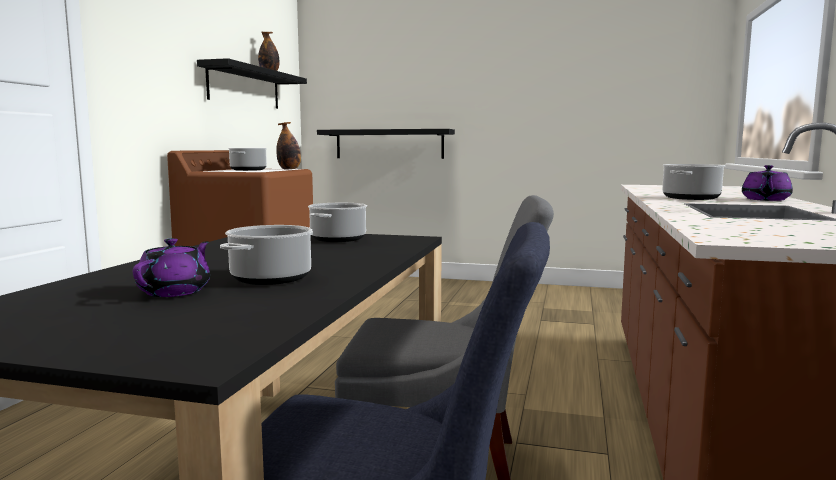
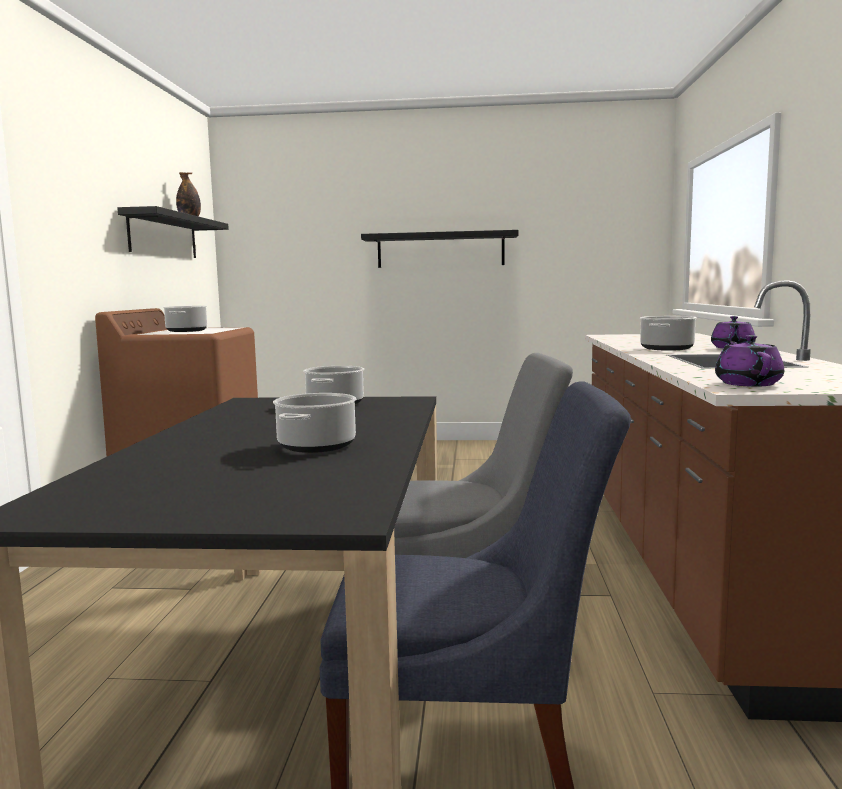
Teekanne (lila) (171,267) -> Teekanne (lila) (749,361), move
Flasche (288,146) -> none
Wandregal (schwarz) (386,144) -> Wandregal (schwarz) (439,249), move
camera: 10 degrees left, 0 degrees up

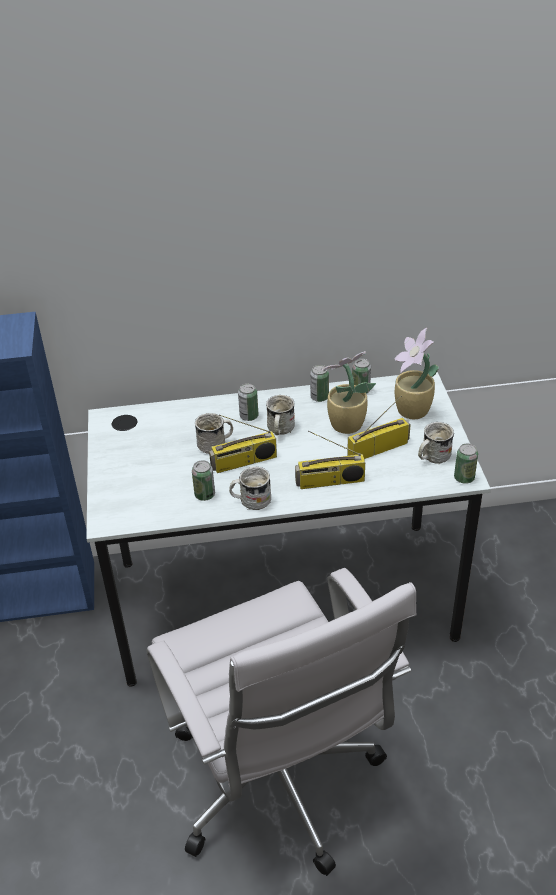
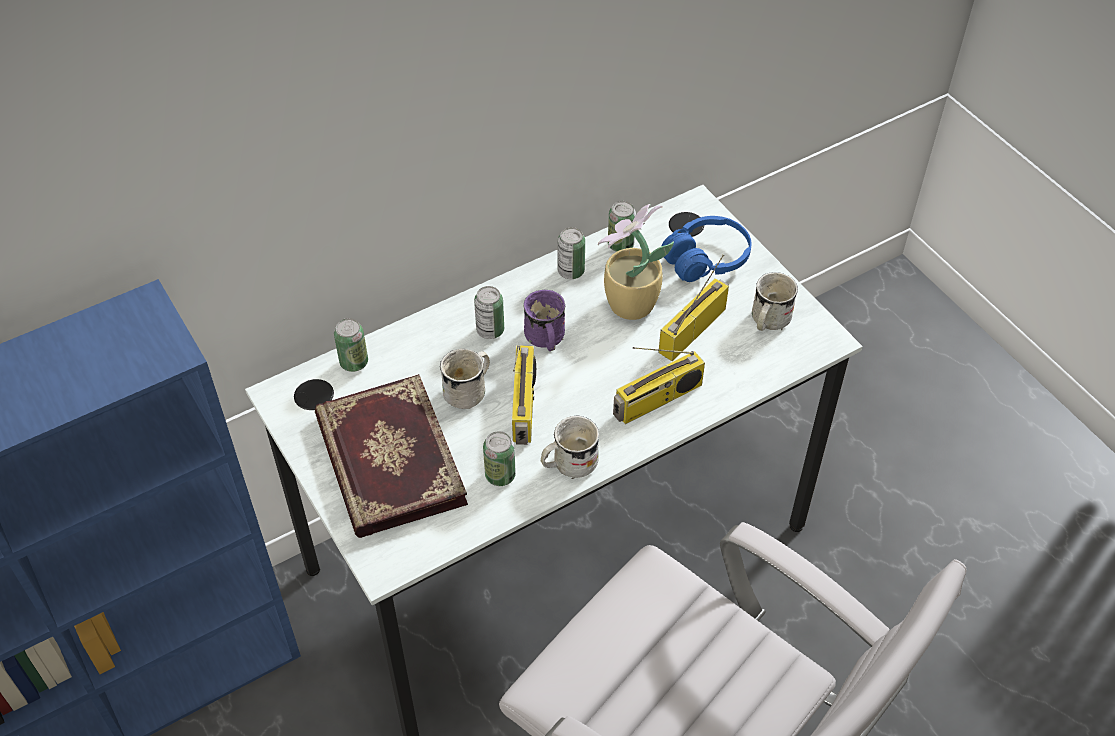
Radio (243,444) -> Radio (524,395), 45 degrees counterclockwise
Henkelbecher (weiß) (280,415) -> Henkelbecher (lila) (545,320)
Topfpflanze (416,373) -> Kopfhörer (blau) (707,249)
Dose (466,463) -> Dose (351,345), move
none -> Buch (391,456)
camera: 25 degrees left, 10 degrees up

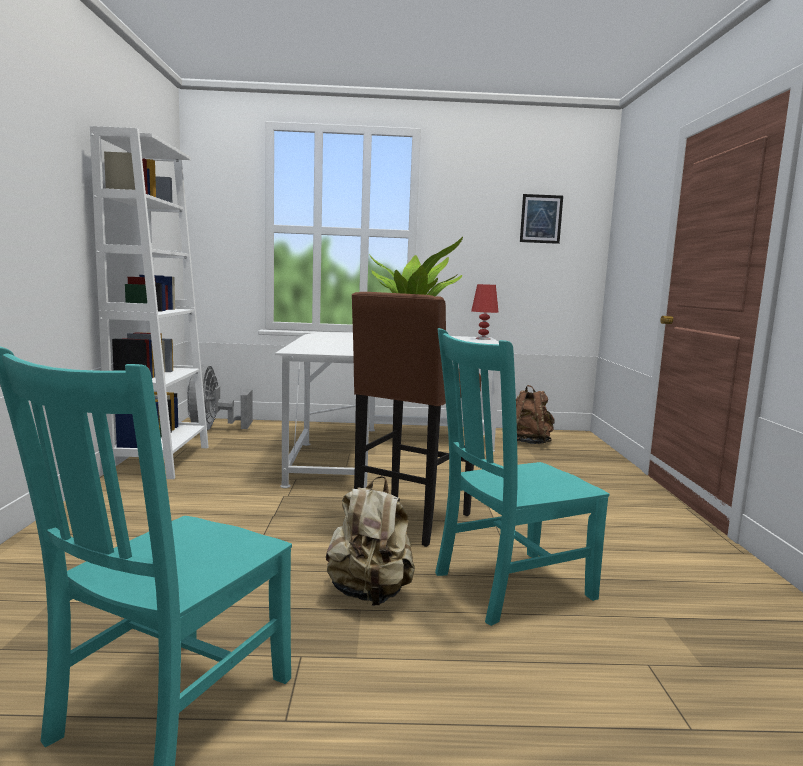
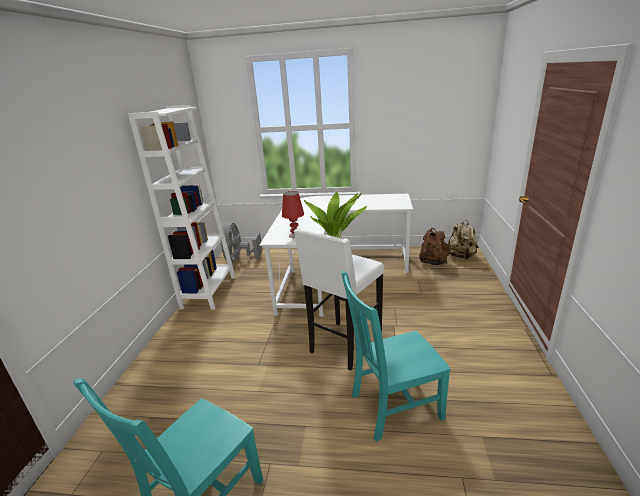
Rucksack (beige) (370,541) -> Rucksack (beige) (463,239), move
Hocker (braun) (416,419) -> Hocker (weiß) (339,299)
Tischlampe (rot) (485,312) -> Tischlampe (rot) (293,214), move
Bild (541,219) -> none
camera: 10 degrees right, 15 degrees up

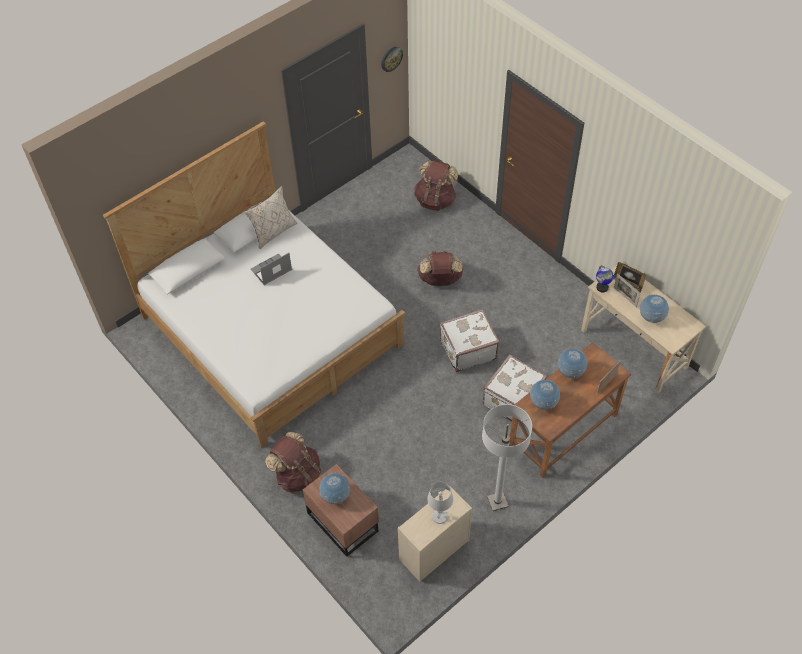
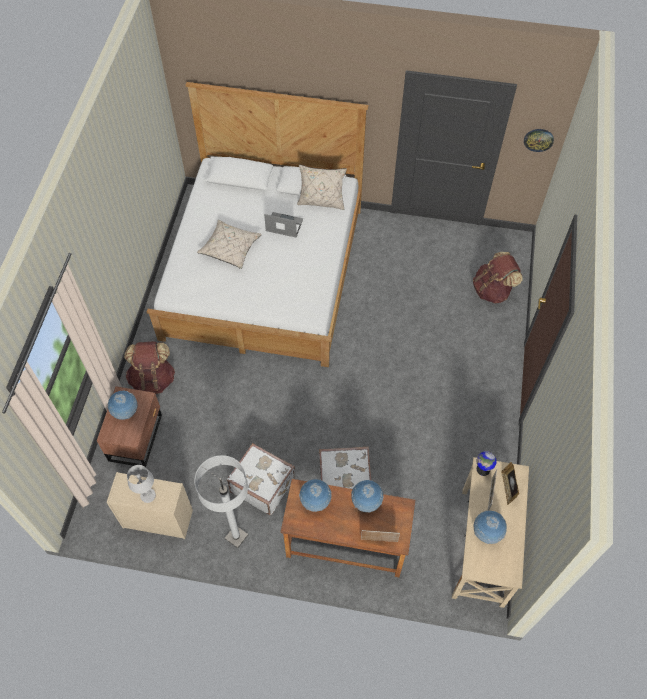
Rucksack (braun) (440,268) -> none
Koffer (weiß) (469,340) -> Koffer (weiß) (261,479), move
none -> Kissen (beige) (229,244)
camera: 50 degrees right, 5 degrees up

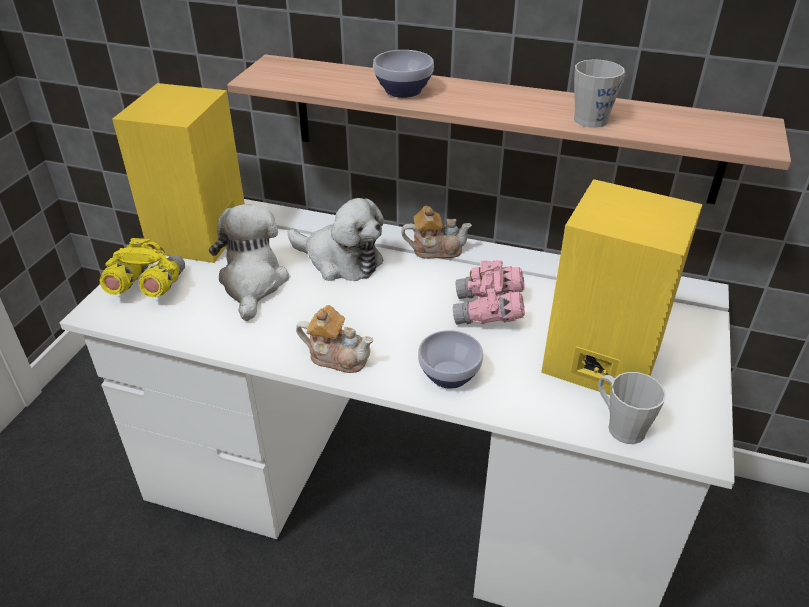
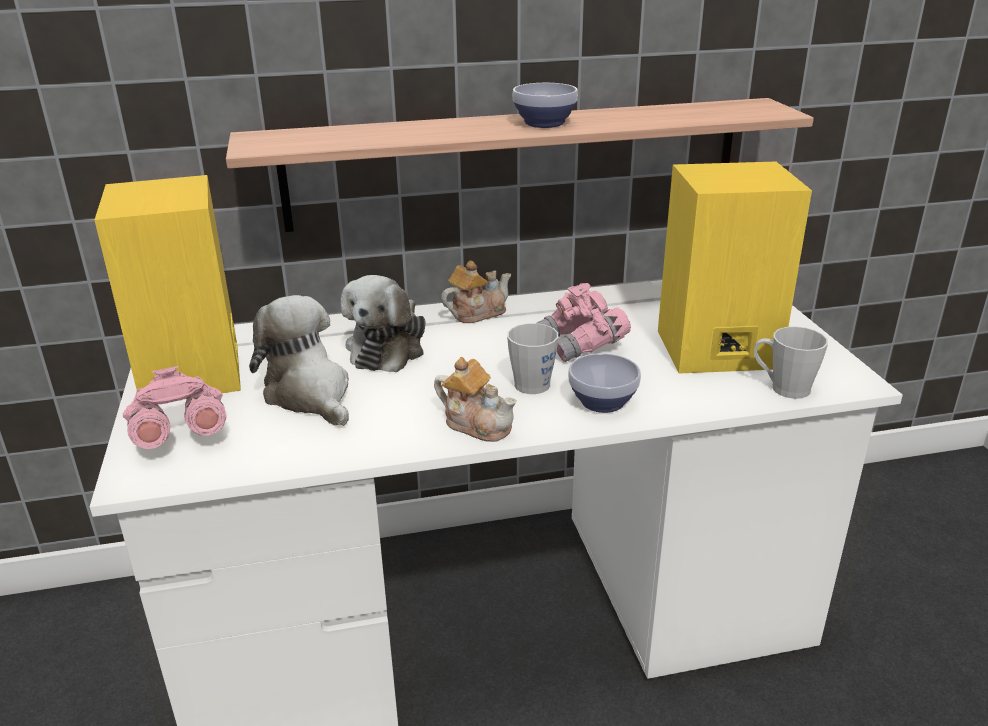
Fernglas (gelb) (142,267) -> Fernglas (rosa) (175,407)
Plüschtier (336,239) -> Plüschtier (383,323), 105 degrees clockwise
Teekanne (334,339) -> Teekanne (475,399), 45 degrees clockwise
Schüssel (403,74) -> Schüssel (545,105), move
Henkelbecher (grau) (600,93) -> Henkelbecher (grau) (532,358), move
camera: 30 degrees left, 10 degrees down

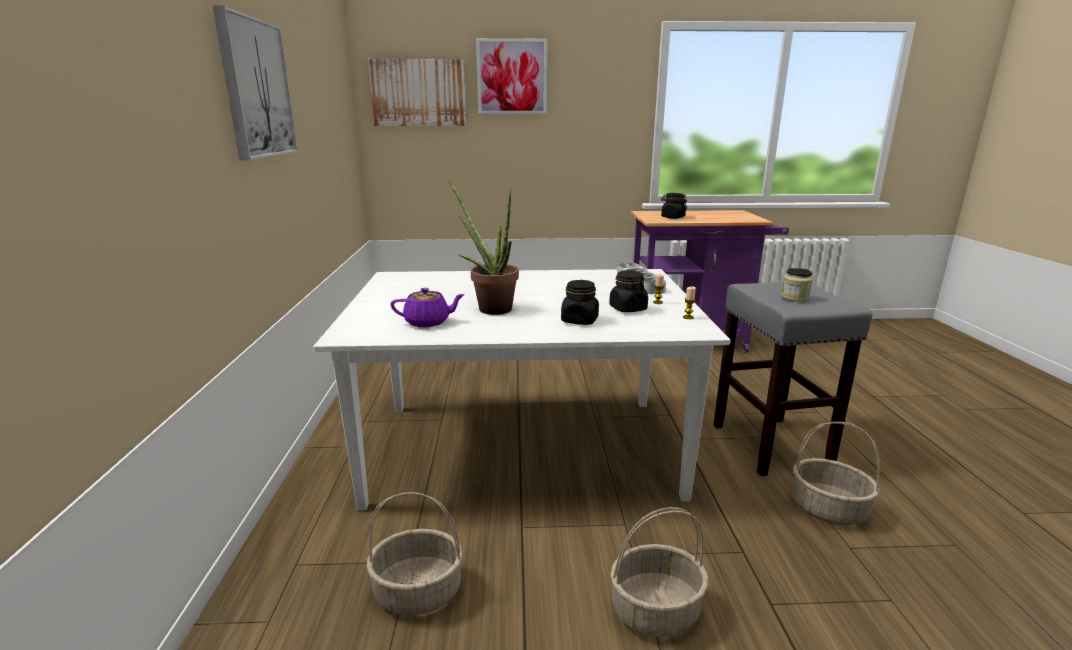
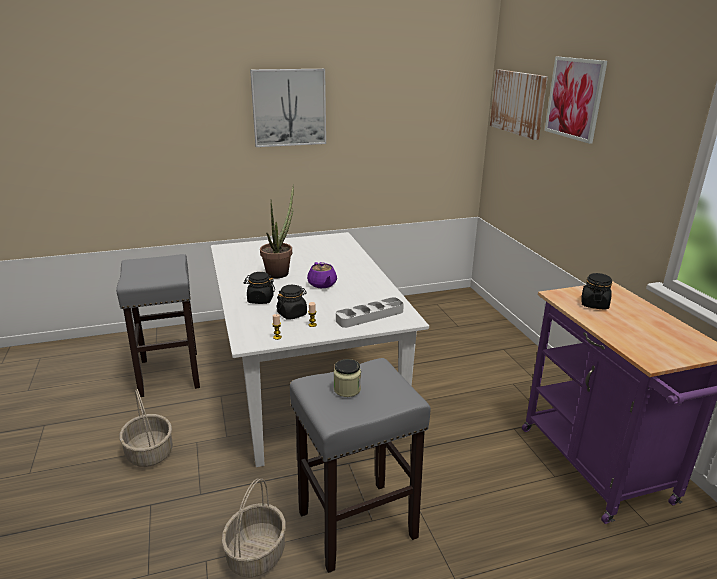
Korb (414,553) -> Hocker (grau) (158,325)
Teekanne (lila) (427,307) -> Teekanne (lila) (322,275), move
camera: 75 degrees right, 5 degrees up

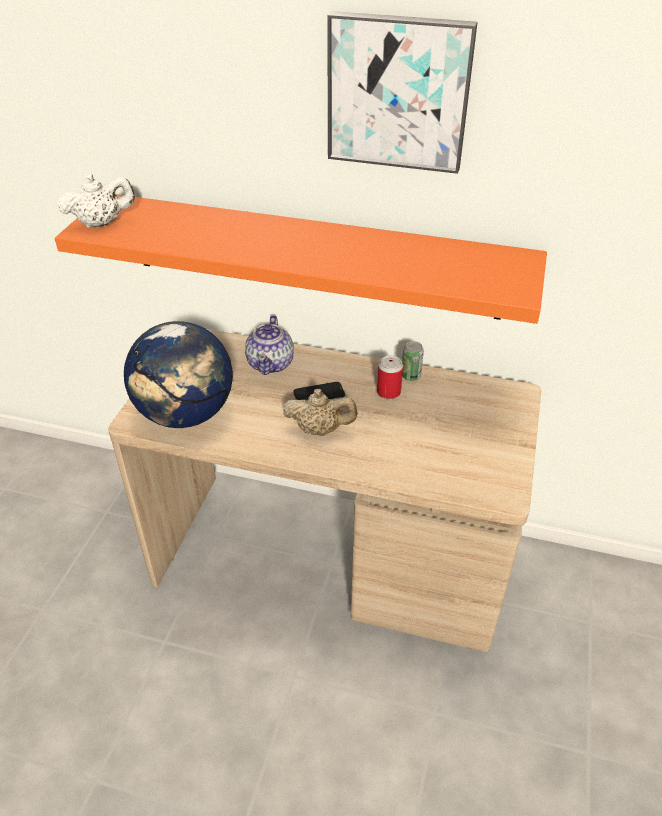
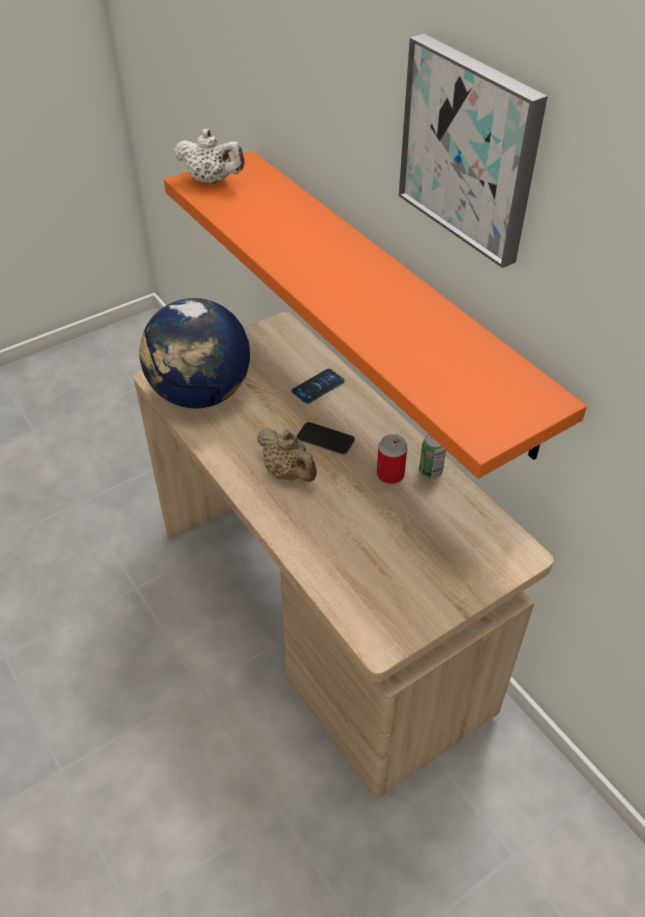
Teekanne (269,345) -> Handy (318,386)
camera: 40 degrees right, 5 degrees up

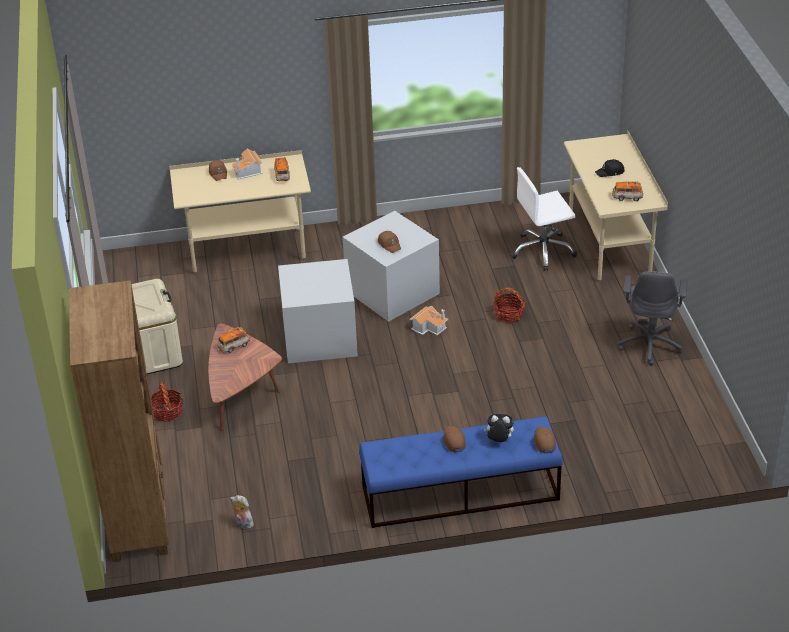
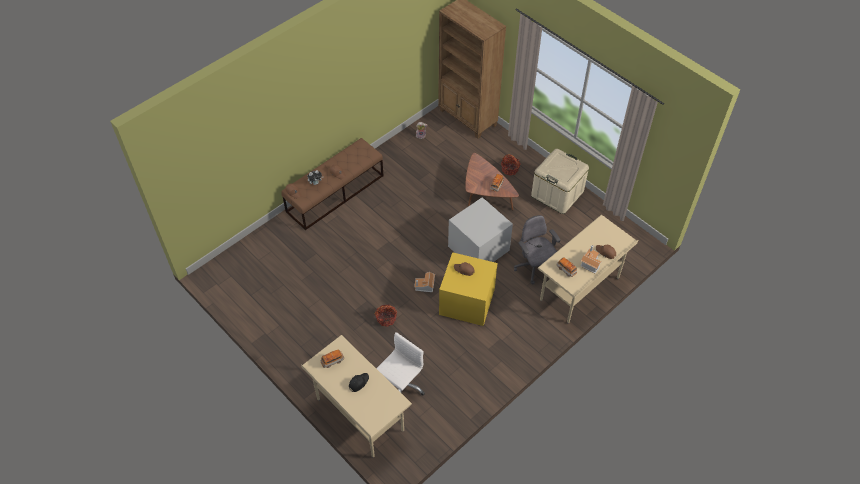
Aufbewahrungsbox (grau) (391,266) -> Aufbewahrungsbox (gelb) (468,289)
Bank (blau) (461,472) -> Bank (braun) (332,184)
Bürostuhl (grau) (652,318) -> Bürostuhl (grau) (537,249), move
camera: 145 degrees right, 15 degrees up

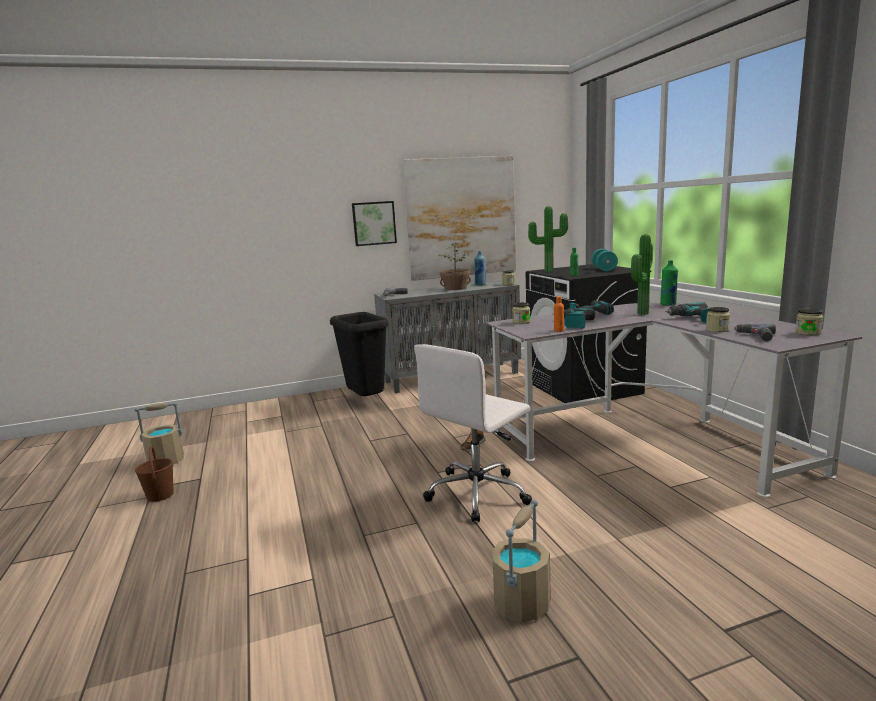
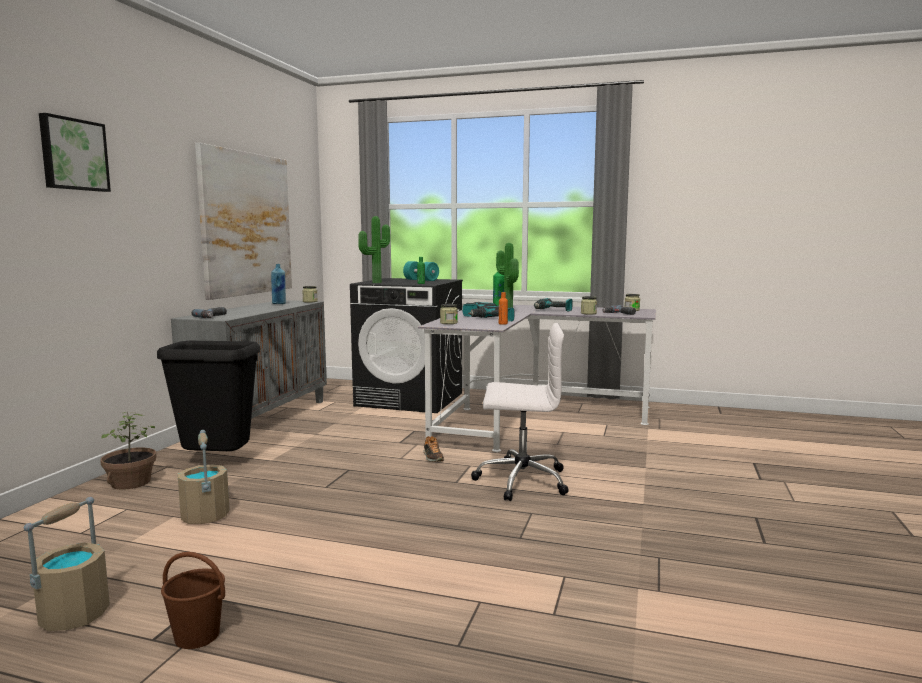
Bild (374,223) -> Bild (75,152), move
Bürostuhl (weiß) (473,433) -> Bürostuhl (weiß) (520,412), 75 degrees counterclockwise
Topfpflanze (454,266) -> Topfpflanze (128,451), move
Eimer (beige) (521,561) -> Eimer (beige) (203,477), move
camera: 55 degrees left, 5 degrees down

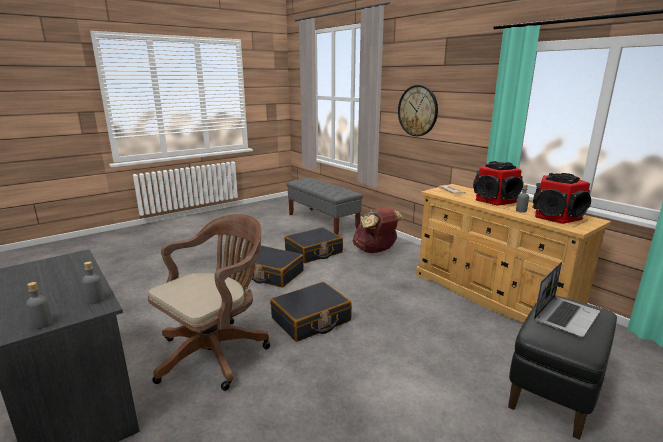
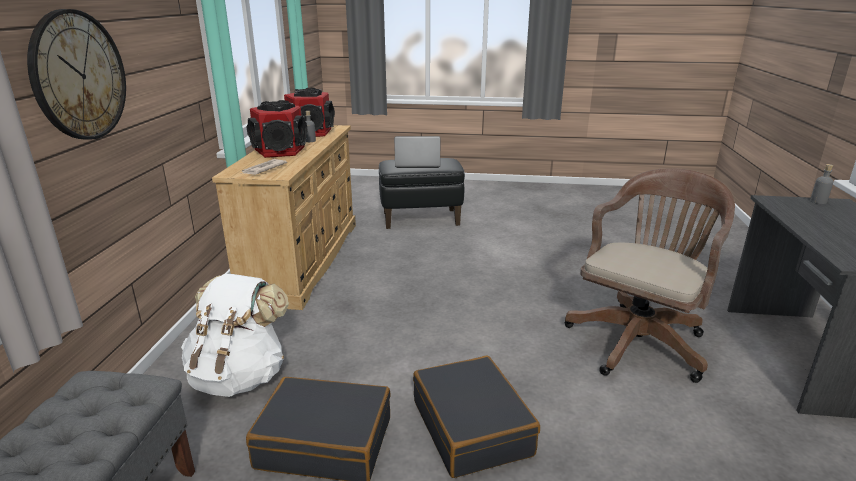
Flasche (grau) (93,282) -> none
Bürostuhl (braun) (209,302) -> Bürostuhl (braun) (650,275), 135 degrees clockwise
Koffer (schwarz) (311,312) -> none
Rucksack (braun) (378,230) -> Rucksack (weiß) (235,335)
camera: 135 degrees left, 5 degrees up

